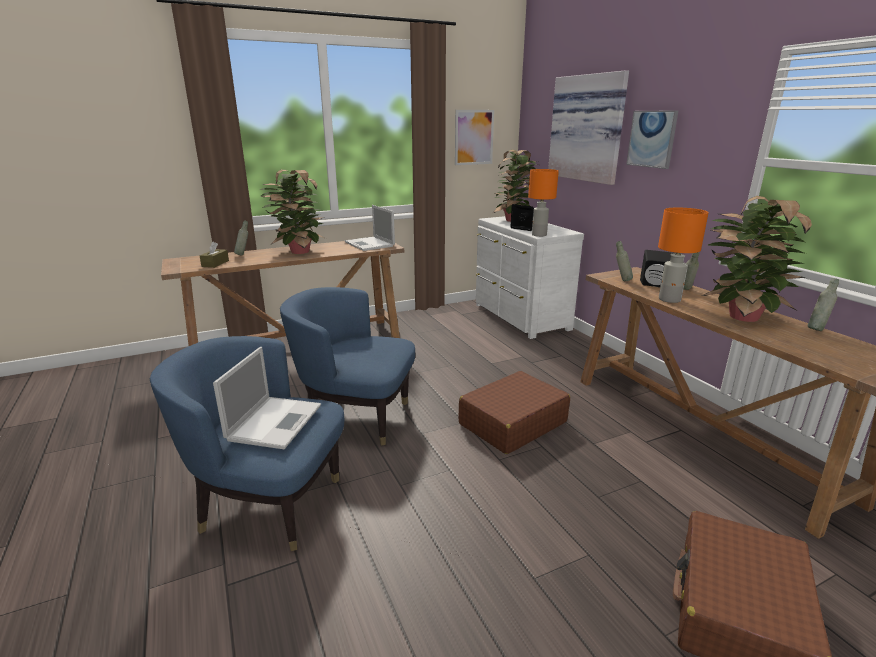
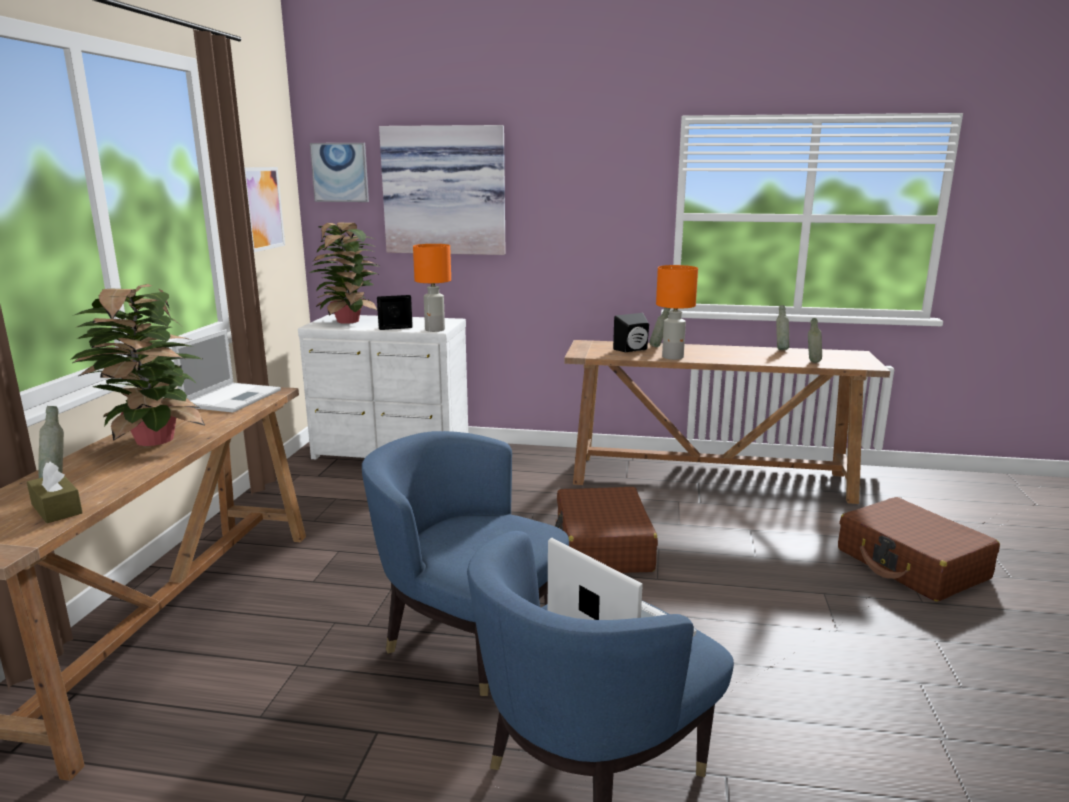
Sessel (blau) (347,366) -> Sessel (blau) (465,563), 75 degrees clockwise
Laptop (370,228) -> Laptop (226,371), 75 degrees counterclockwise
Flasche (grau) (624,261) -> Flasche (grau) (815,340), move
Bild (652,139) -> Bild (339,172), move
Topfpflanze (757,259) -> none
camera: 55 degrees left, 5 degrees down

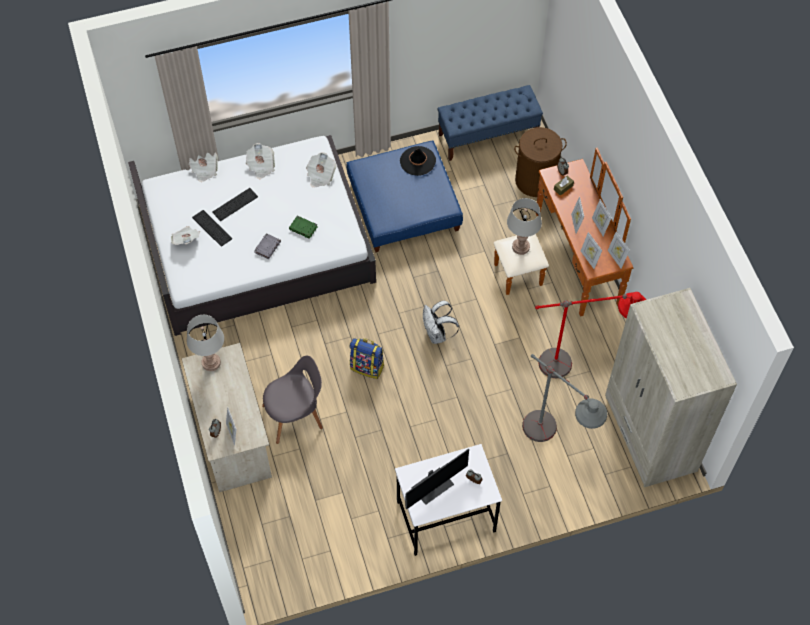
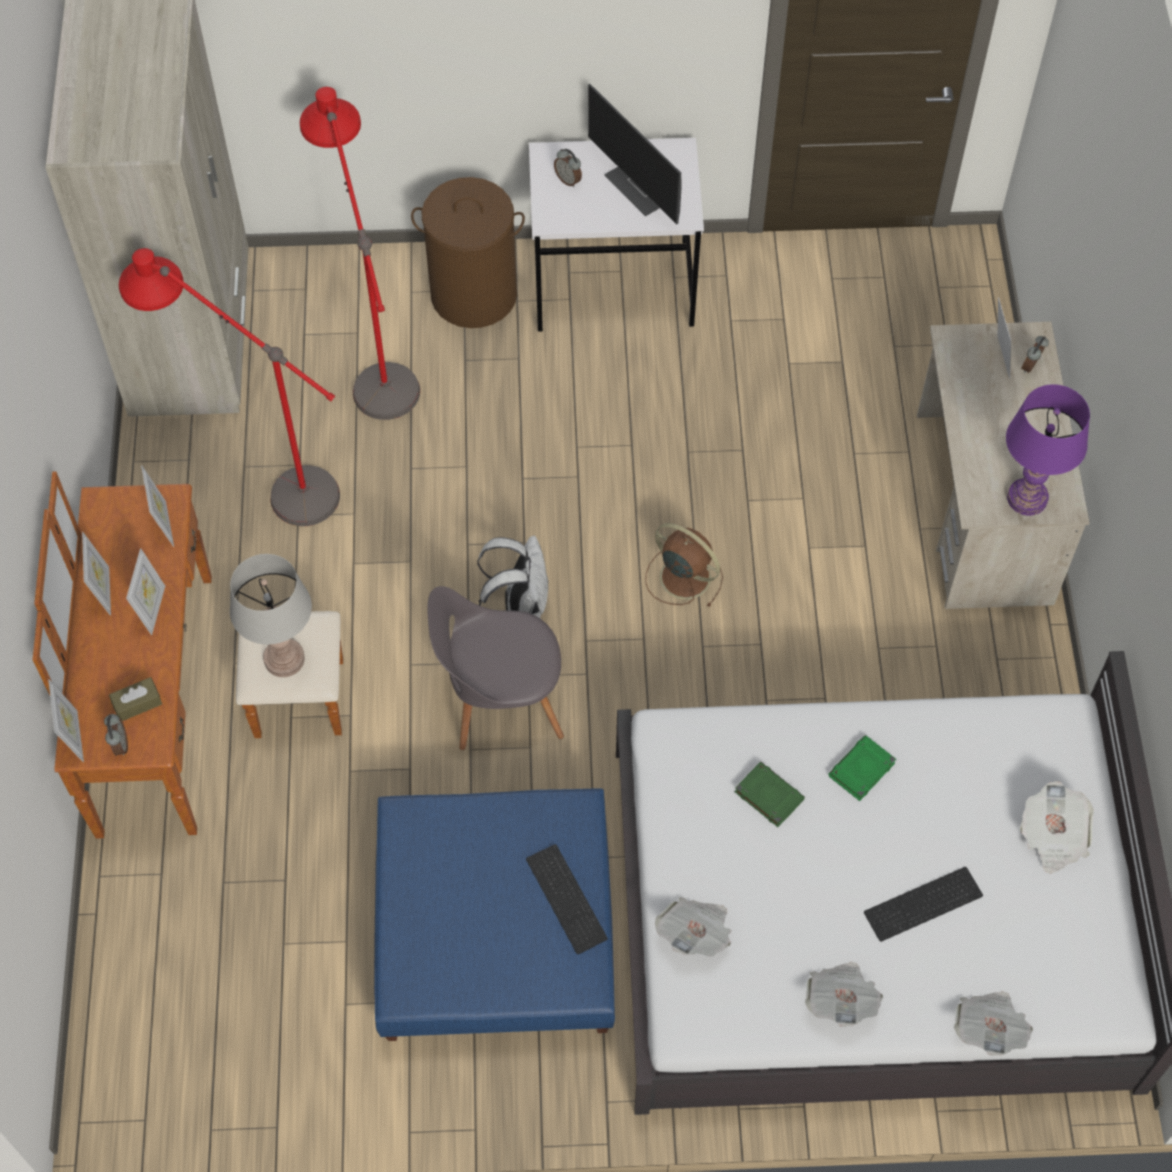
Tischlampe (grau) (205,343) -> Tischlampe (lila) (1048,450)
Tastatur (212,228) -> Tastatur (567,899), move
Buch (grau) (267,246) -> Buch (grün) (862,768)
Stuhl (grau) (292,400) -> Stuhl (grau) (495,668), move
Rucksack (367,358) -> Ventilator (braun) (684,565)
Hut (schwarz) (418,161) -> none
Monitor (437,479) -> Monitor (635,154), 105 degrees counterclockwise
Bank (blau) (490,123) -> none
Wäschekorb (braun) (540,162) -> Wäschekorb (braun) (468,252), move
Stehlampe (grau) (564,398) -> Stehlampe (rot) (360,253)
Bilderrahmen (619,250) -> Bilderrahmen (66,720), move
camera: 165 degrees left, 0 degrees up

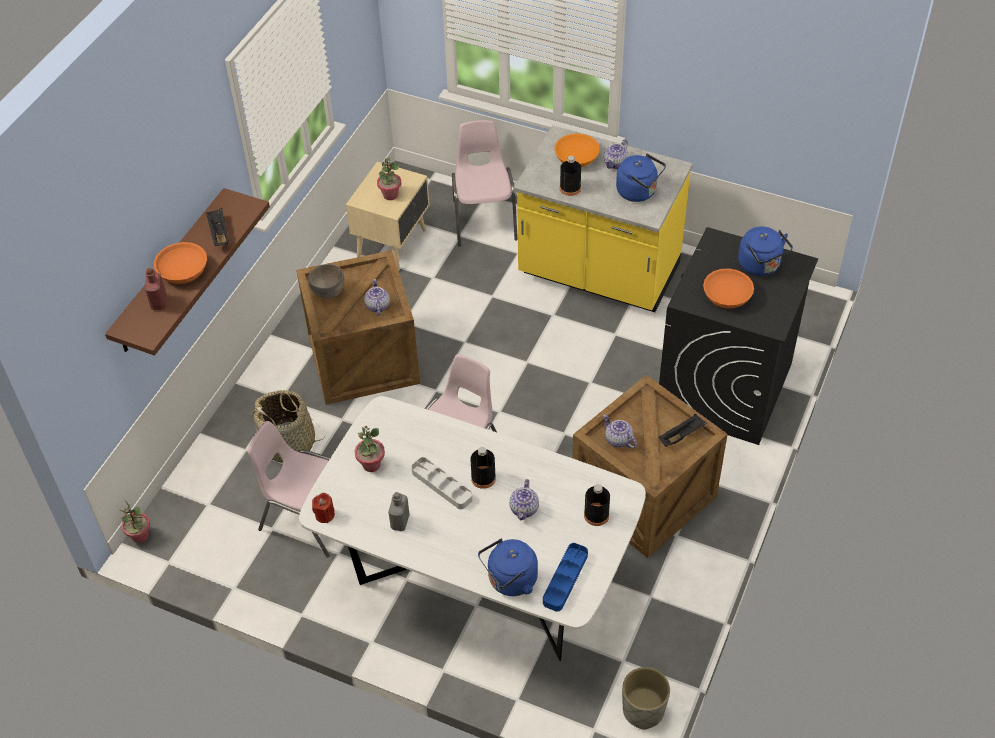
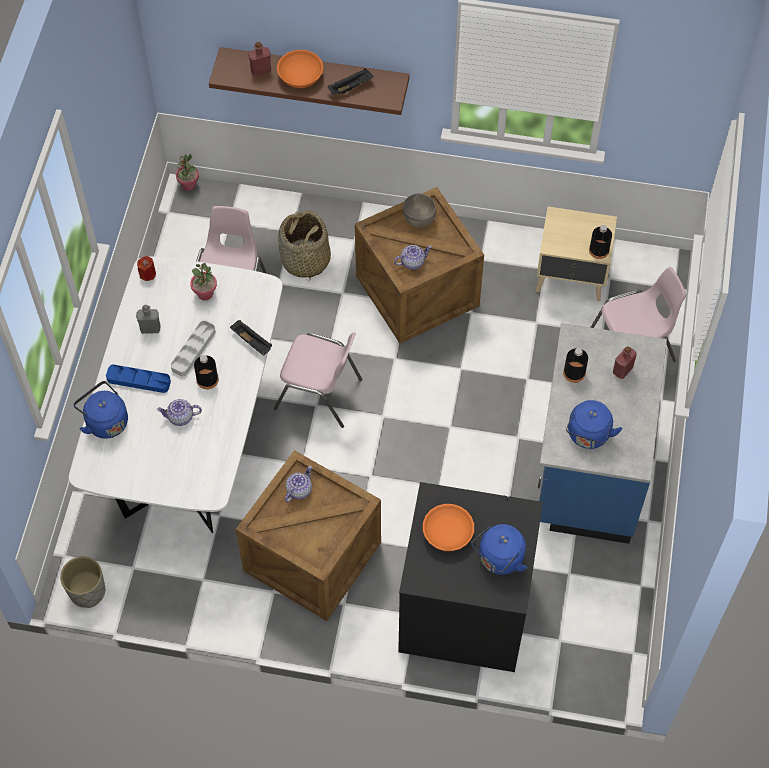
Topfpflanze (389,179) -> none
Küchenzeile (gelb) (603,218) -> Küchenzeile (blau) (602,433)
Tablett (blau) (565,577) -> Tablett (blau) (138,378), move
Schüssel (orange) (577,150) -> Flasche (rot) (625,362)
Flasche (schwarz) (597,505) -> Flasche (schwarz) (600,242), move
Teekanne (616,154) -> none
Tablett (schwarz) (683,430) -> Tablett (schwarz) (251,338), move
camera: 75 degrees right, 10 degrees up

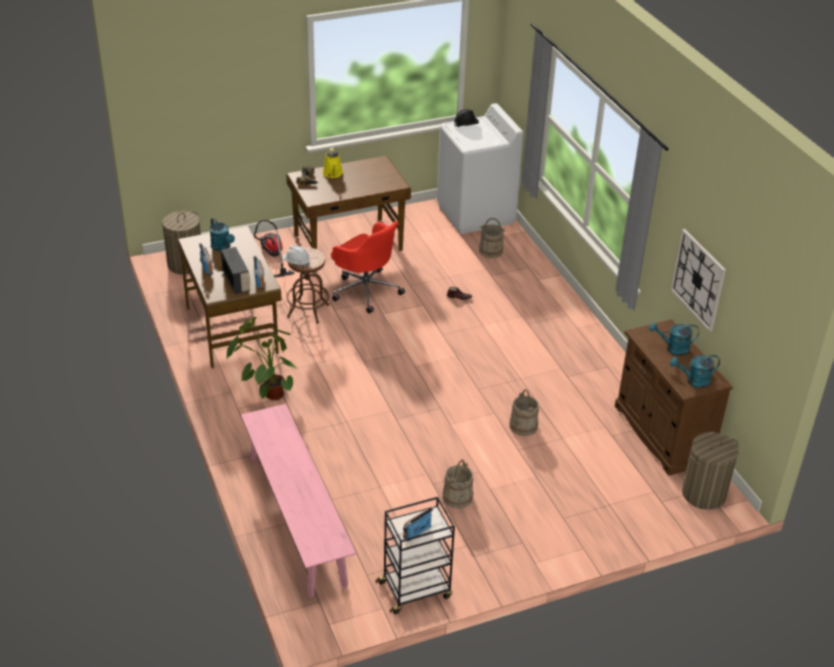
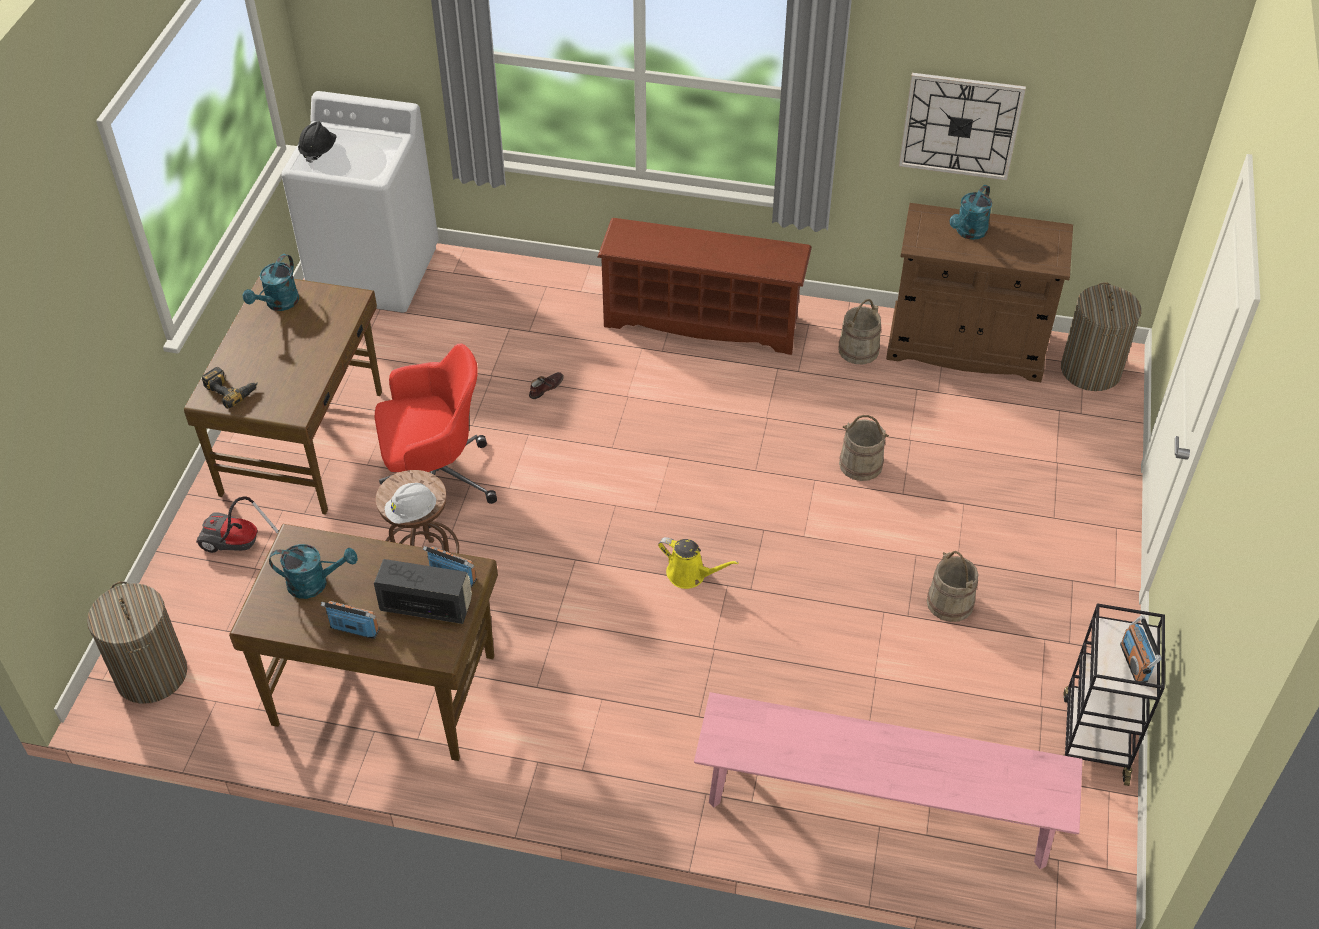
Topfpflanze (262,358) -> none
Gießkanne (gelb) (333,162) -> Gießkanne (gelb) (698,563), move
Eimer (beige) (492,238) -> Eimer (beige) (860,331), move
Gießkanne (türkis) (695,371) -> Gießkanne (türkis) (271,282), move
none -> Schuhregal (braun) (704,286)
camera: 55 degrees left, 10 degrees up

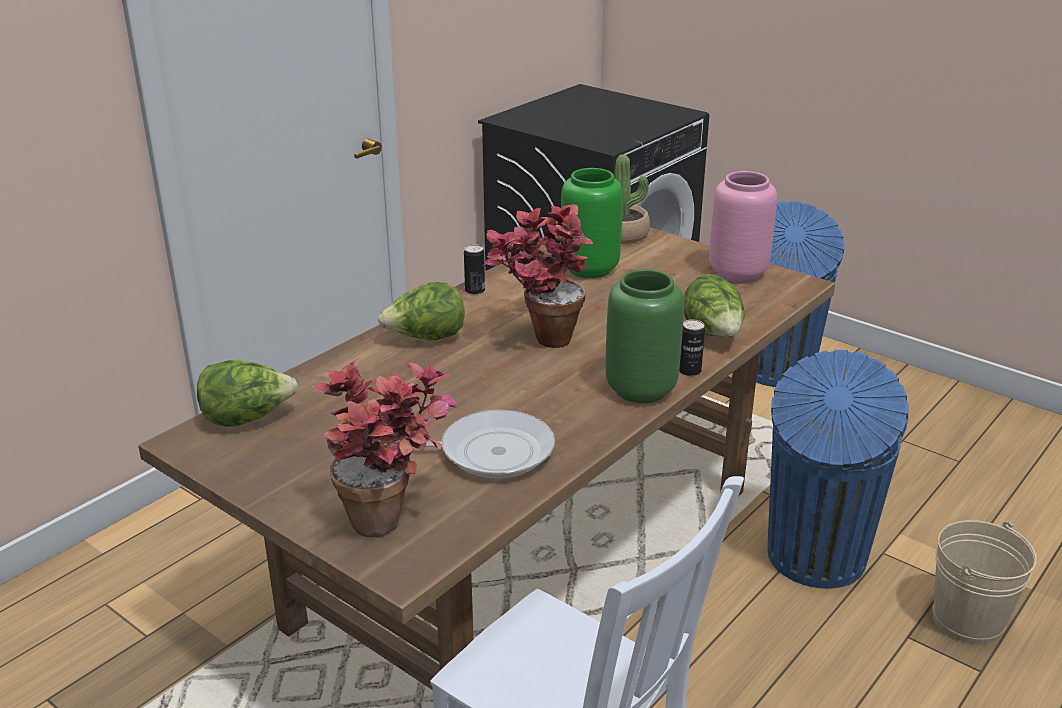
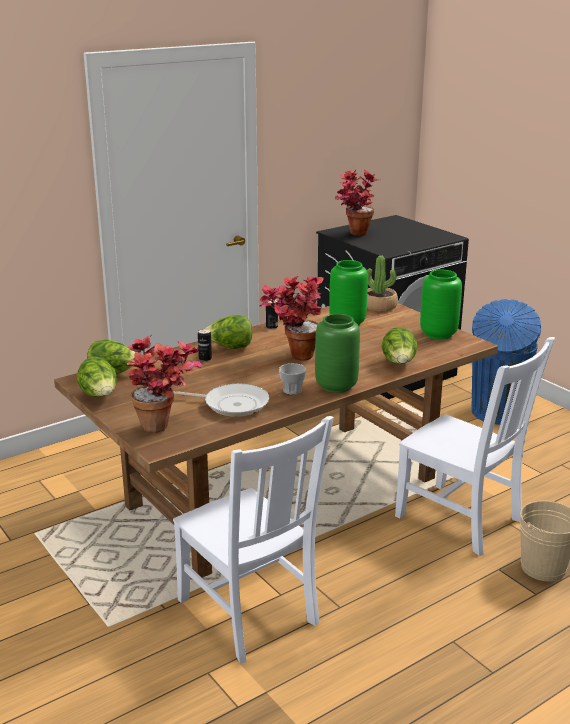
Dose (692,347) -> Dose (205,345), move
Vase (rosa) (743,226) -> Vase (grün) (441,304)
Mülleimer (blau) (838,469) -> Stuhl (weiß) (475,446)
none -> Salatkopf (97,377)
none -> Tasse (292,379)
none -> Topfpflanze (357,202)
camera: 15 degrees right, 5 degrees down

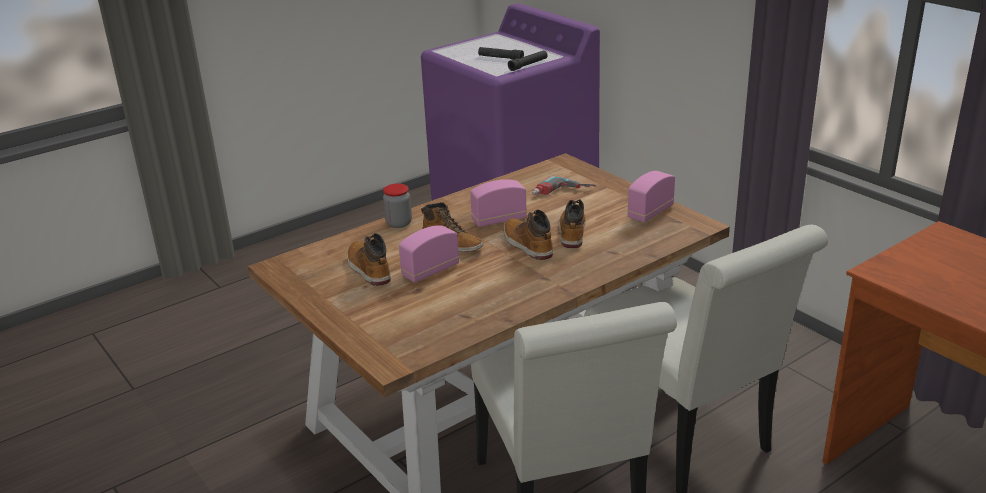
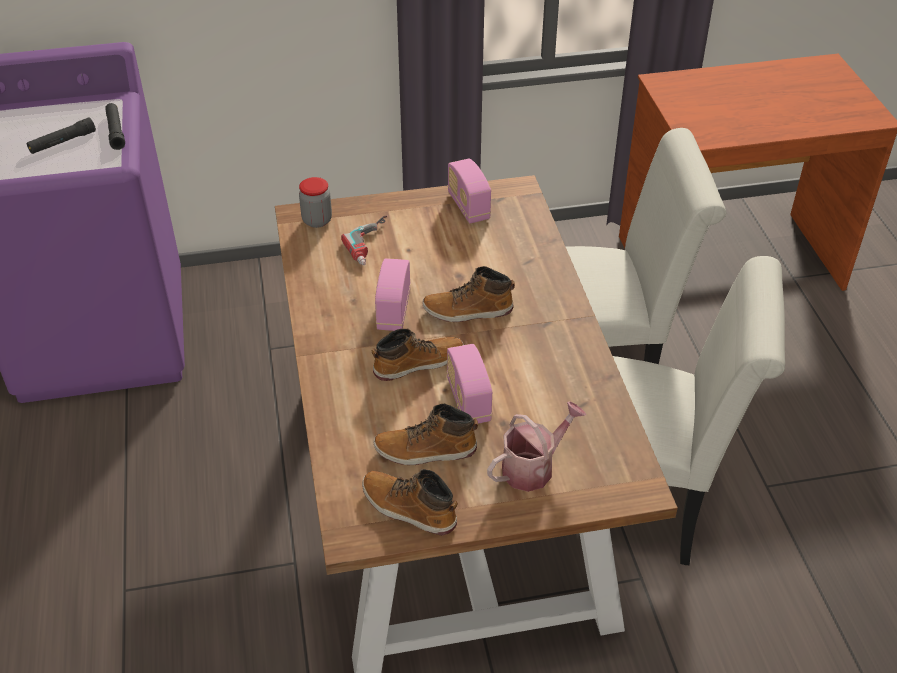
Vorratsglas (397,205) -> Vorratsglas (315,202), move
Stiefel (571,223) -> Stiefel (410,502), move
none -> Gießkanne (537,446)
camera: 65 degrees left, 15 degrees up

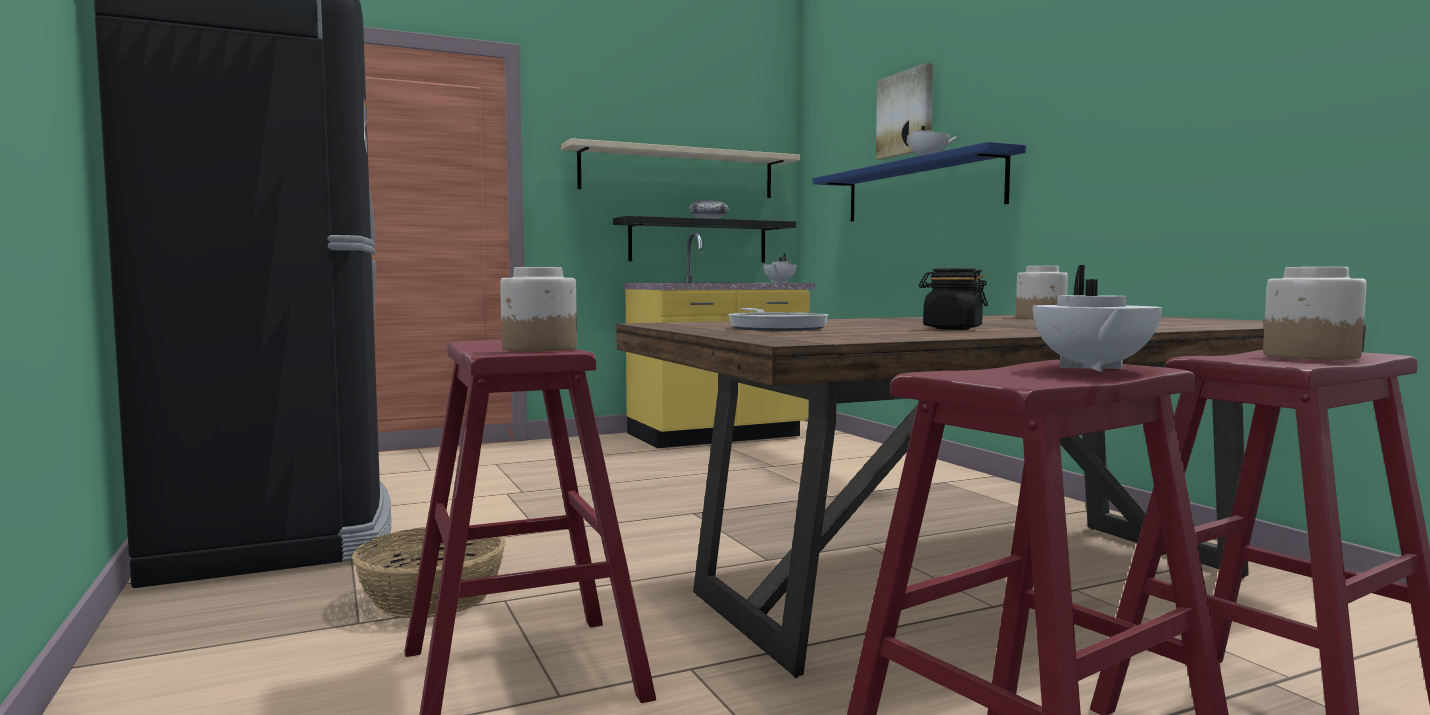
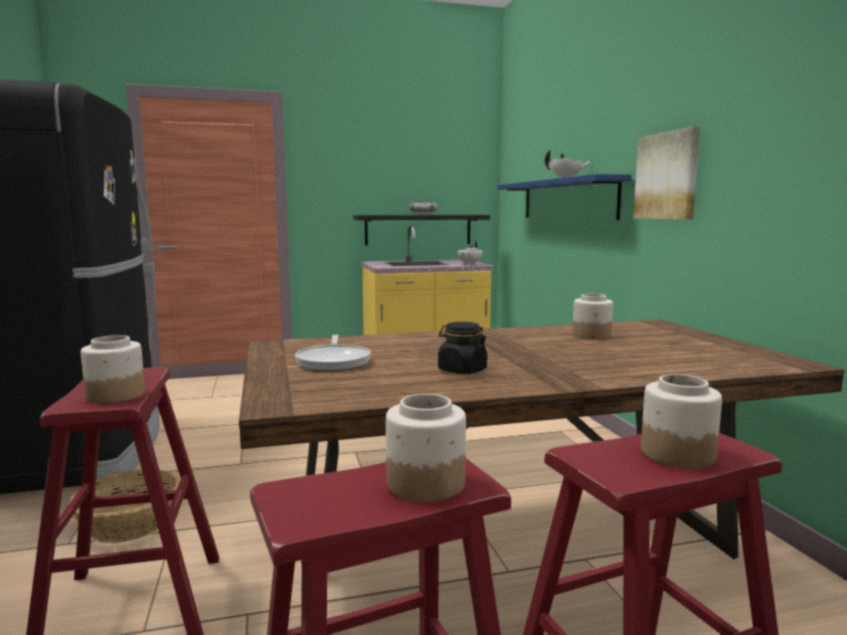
Wandregal (beige) (680,168) -> none
Bild (904,111) -> Bild (666,172), move
Teekanne (weiß) (1097,318) -> Vorratsglas (426,448)
camera: 10 degrees right, 5 degrees up

